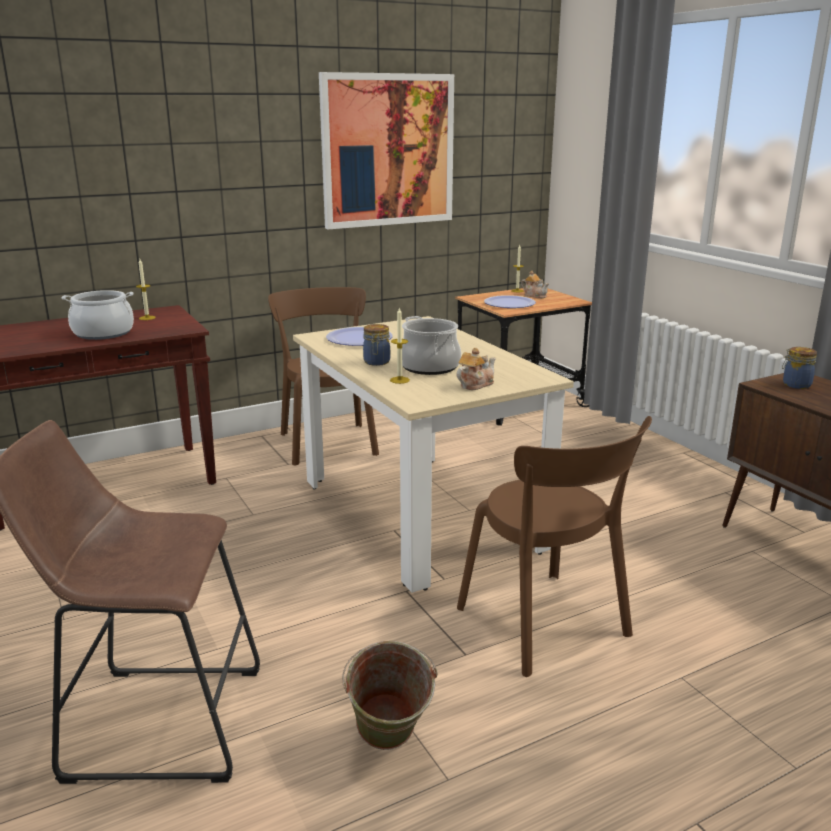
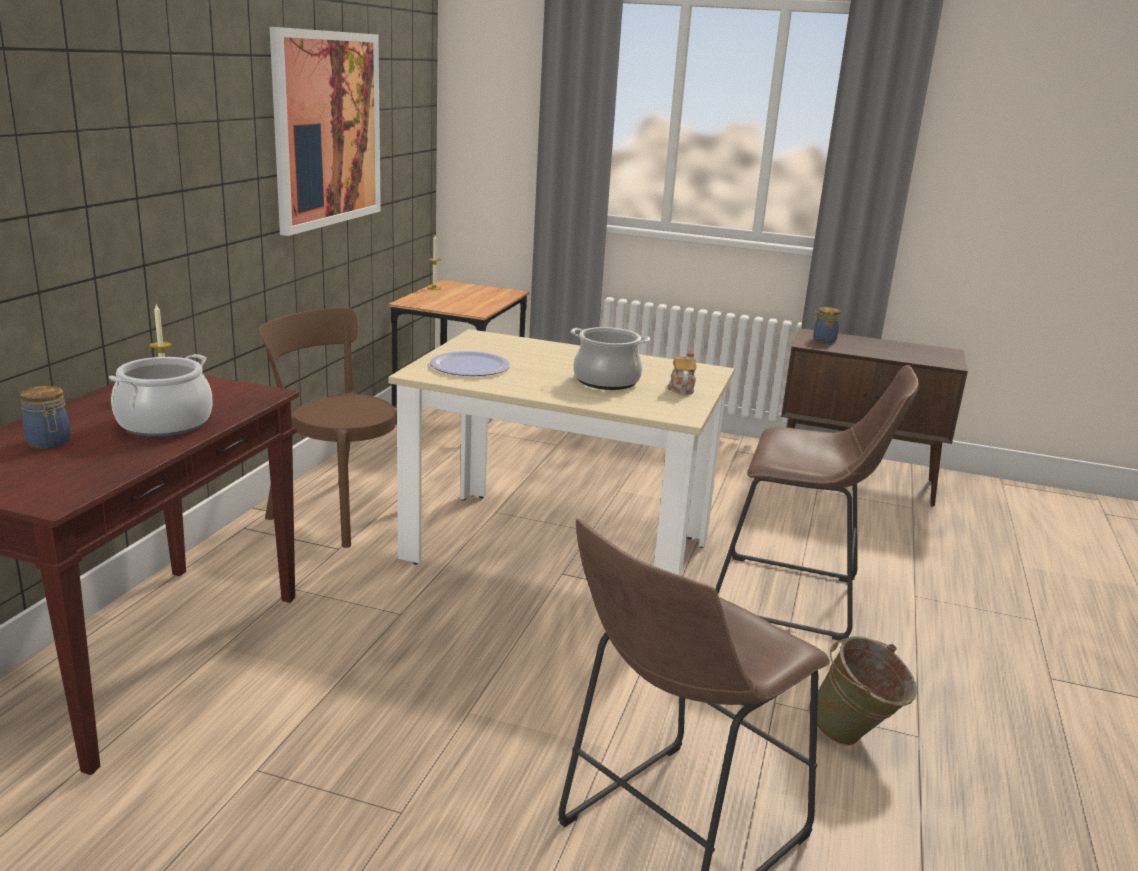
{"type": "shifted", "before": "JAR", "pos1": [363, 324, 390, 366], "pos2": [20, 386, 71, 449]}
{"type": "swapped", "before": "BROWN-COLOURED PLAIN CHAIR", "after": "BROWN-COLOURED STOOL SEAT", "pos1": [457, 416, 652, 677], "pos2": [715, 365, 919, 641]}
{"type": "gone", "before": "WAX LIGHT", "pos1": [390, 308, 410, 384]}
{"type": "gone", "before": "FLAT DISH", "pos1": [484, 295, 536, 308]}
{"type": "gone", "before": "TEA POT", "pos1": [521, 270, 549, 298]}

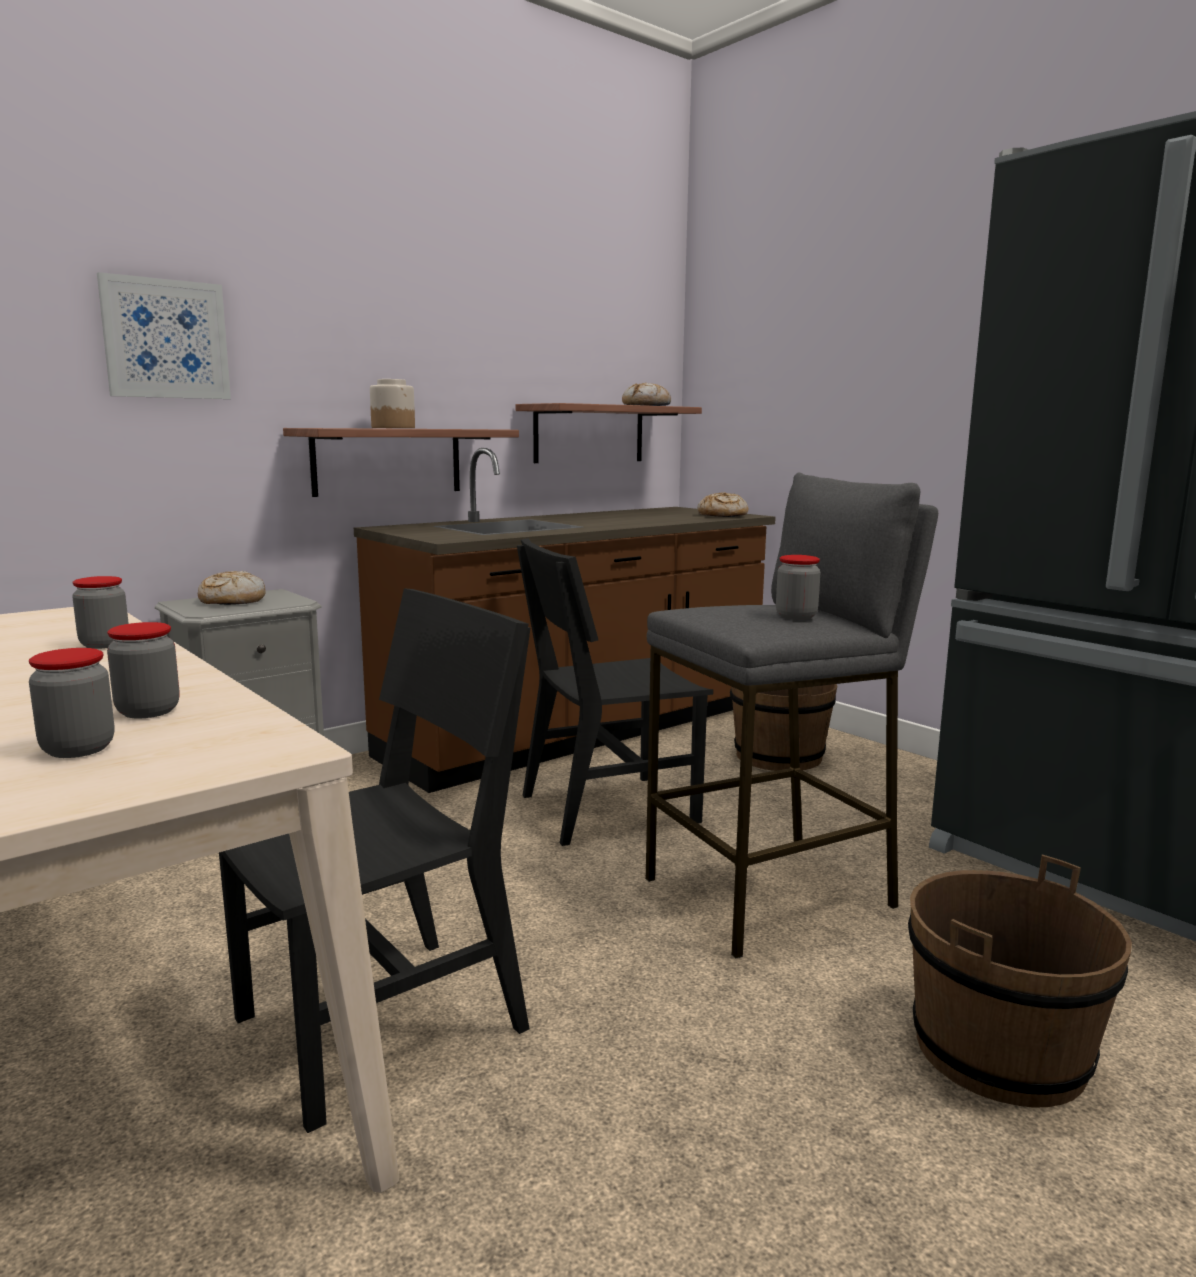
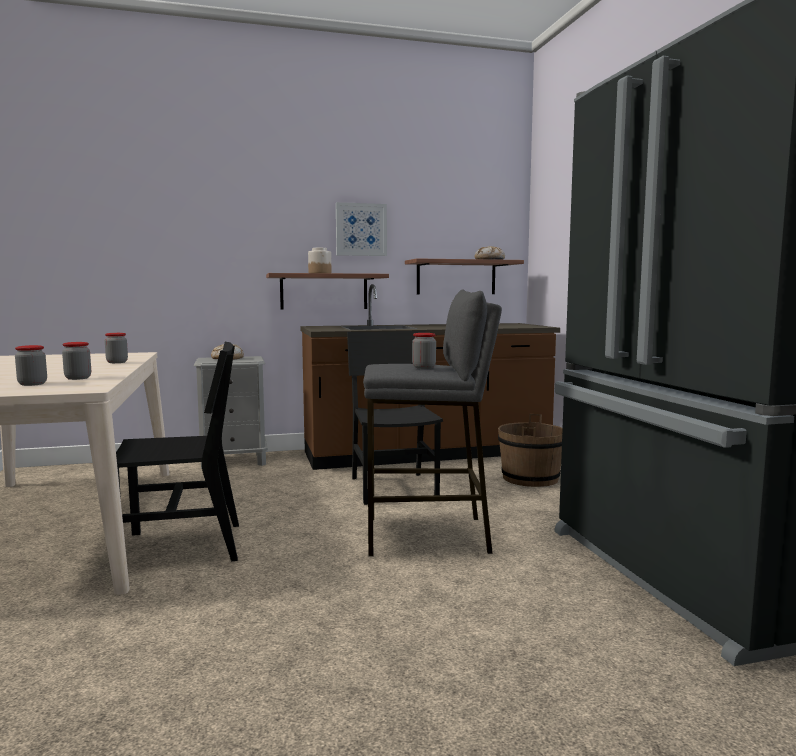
{"type": "shifted", "before": "WALL ART", "pos1": [97, 272, 231, 399], "pos2": [336, 202, 387, 256]}
{"type": "rotated", "before": "BLACKISH PLAIN CHAIR", "pos1": [517, 538, 713, 846], "pos2": [347, 331, 443, 505], "turn": 75}
{"type": "gone", "before": "BAKERY BREAD", "pos1": [697, 492, 748, 517]}
{"type": "gone", "before": "BROWN-COLOURED WATER BUCKET", "pos1": [908, 855, 1132, 1108]}

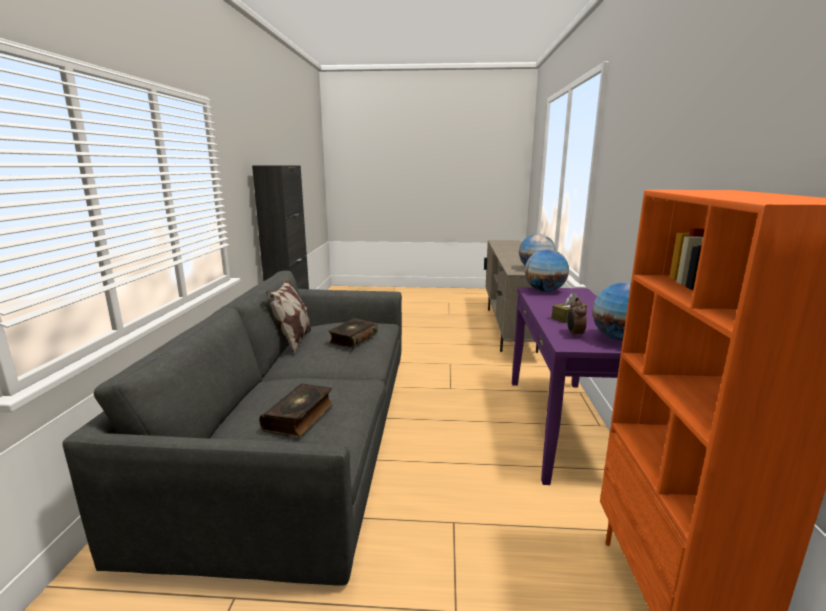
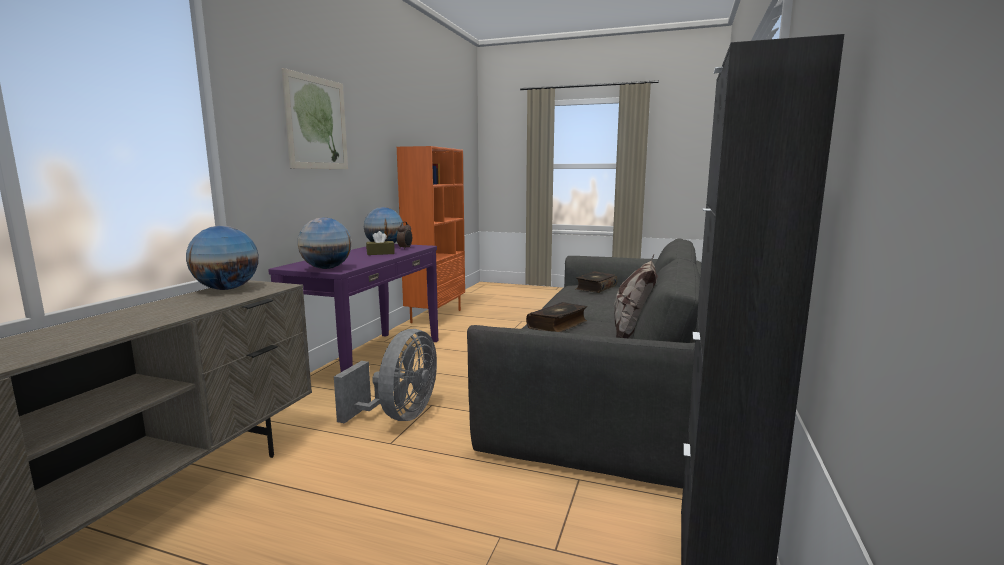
{"type": "new", "after": "WALL ART", "pos2": [281, 68, 348, 169]}
{"type": "new", "after": "GREYISH FAN", "pos2": [334, 329, 437, 424]}

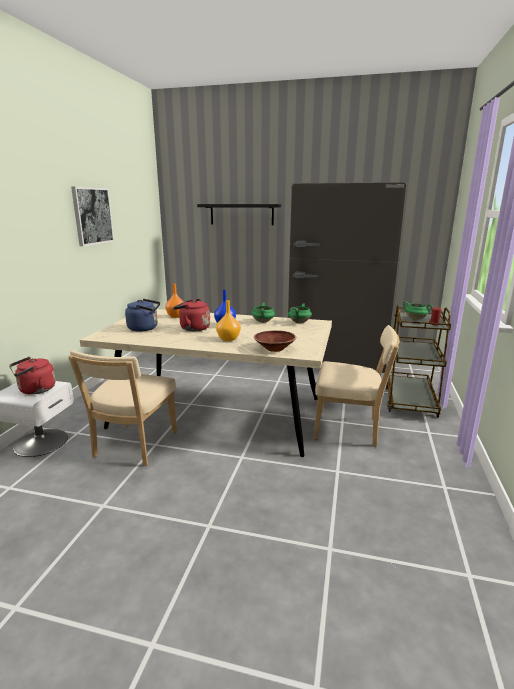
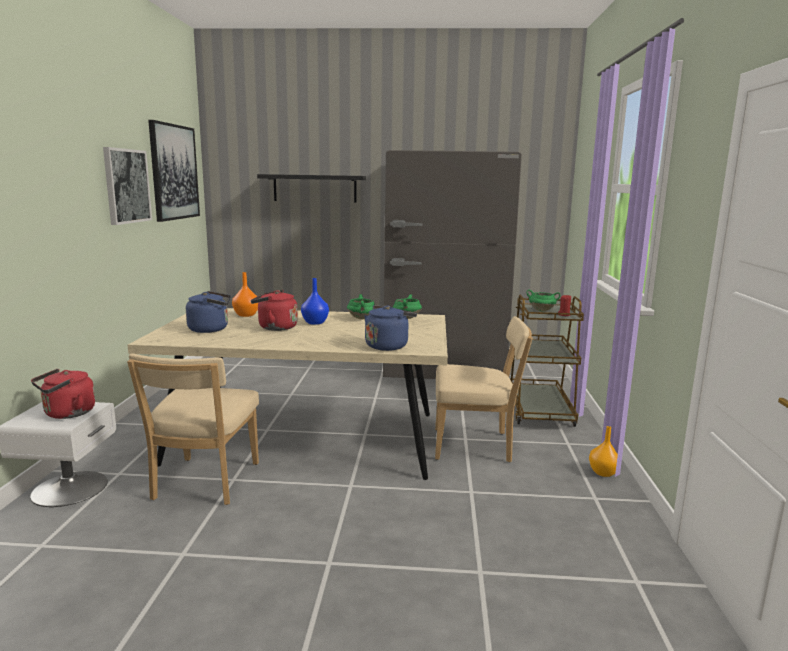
{"type": "new", "after": "WALL ART", "pos2": [148, 120, 200, 222]}
{"type": "swapped", "before": "BROWN-COLOURED BOWL", "after": "BLUE-COLOURED KETTLE", "pos1": [254, 330, 297, 352], "pos2": [364, 305, 417, 351]}
{"type": "shifted", "before": "ORANGE-COLOURED DECORATIVE VASE", "pos1": [216, 300, 241, 341], "pos2": [589, 426, 618, 477]}

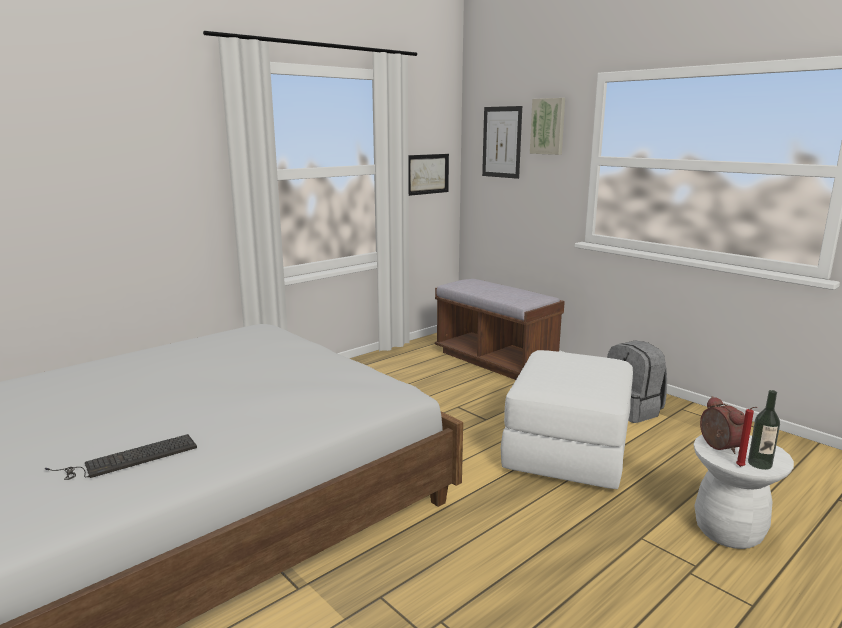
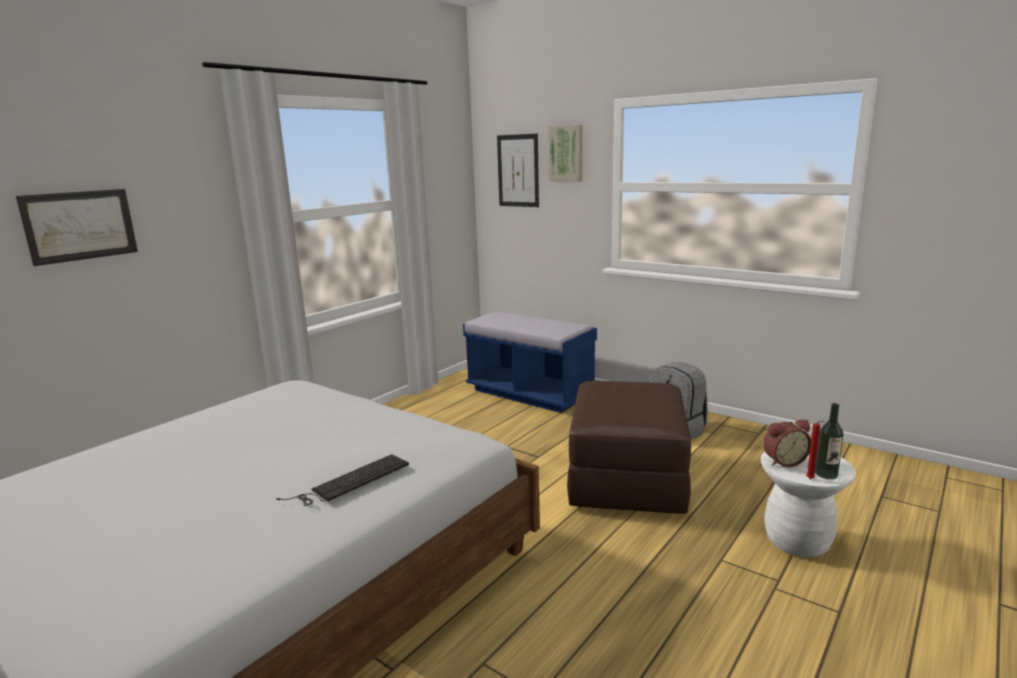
{"type": "shifted", "before": "WALL ART", "pos1": [408, 154, 449, 196], "pos2": [16, 189, 138, 266]}
{"type": "shifted", "before": "PC KEYBOARD", "pos1": [45, 434, 197, 480], "pos2": [276, 454, 409, 506]}
{"type": "repainted", "before": "BROWN-COLOURED LONG SEAT", "after": "BLUE-COLOURED LONG SEAT", "pos1": [435, 279, 565, 380], "pos2": [463, 312, 597, 413]}
{"type": "repainted", "before": "WHITE FOOTREST", "after": "BROWN-COLOURED FOOTREST", "pos1": [501, 350, 633, 489], "pos2": [567, 381, 691, 514]}
{"type": "rotated", "before": "TABLE CLOCK", "pos1": [700, 396, 745, 454], "pos2": [763, 419, 811, 467], "turn": 105}

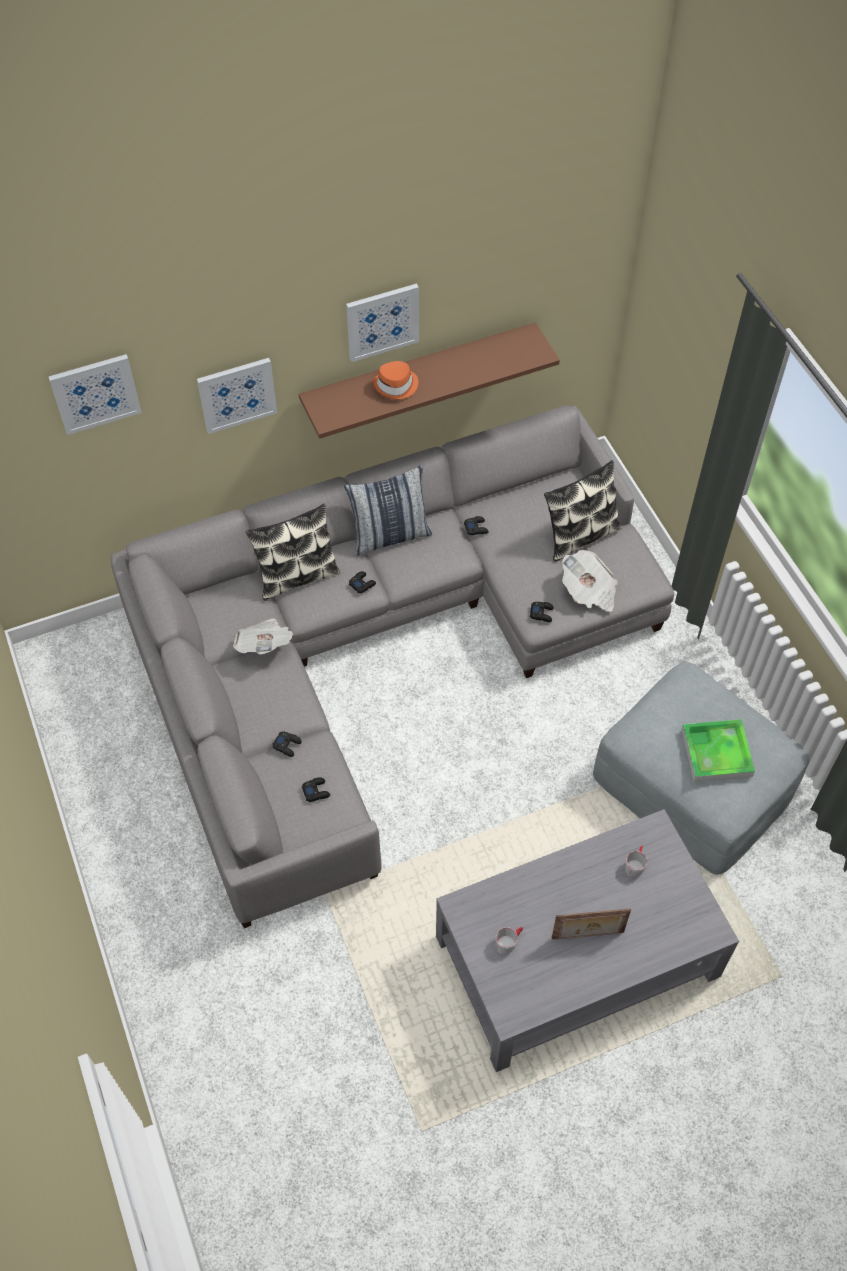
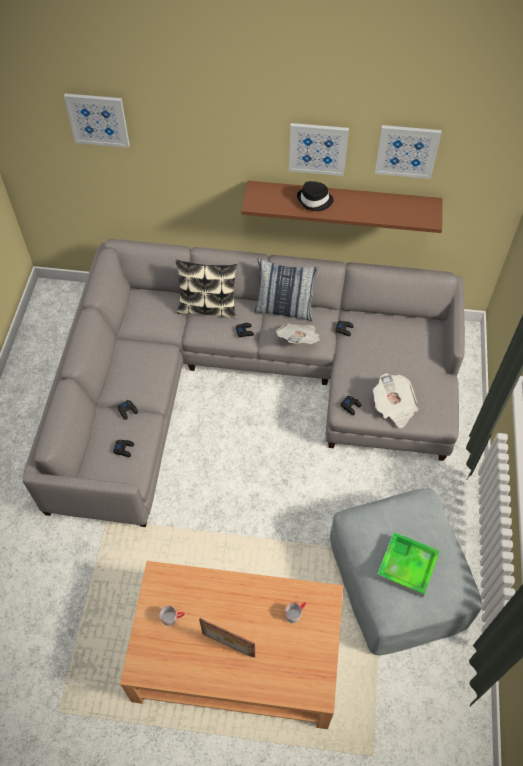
{"type": "repainted", "before": "GREYISH LOW TABLE", "after": "BROWN-COLOURED LOW TABLE", "pos1": [436, 809, 739, 1072], "pos2": [120, 561, 343, 729]}
{"type": "shifted", "before": "DAILY PAPER", "pos1": [233, 618, 294, 655], "pos2": [276, 323, 320, 344]}
{"type": "repainted", "before": "ORANGE-COLOURED WEARABLE HAT", "after": "BLACKISH WEARABLE HAT", "pos1": [372, 361, 418, 400], "pos2": [297, 181, 334, 211]}
{"type": "shifted", "before": "WALL ART", "pos1": [197, 358, 277, 434], "pos2": [375, 125, 441, 179]}
{"type": "gone", "before": "CUSHION", "pos1": [544, 460, 622, 562]}

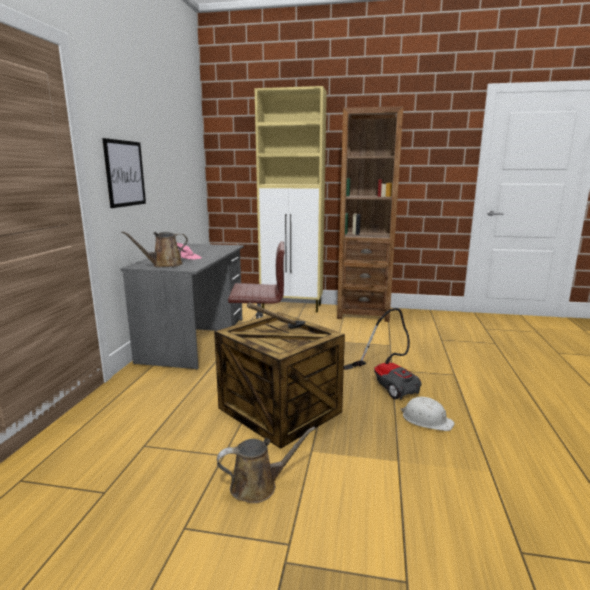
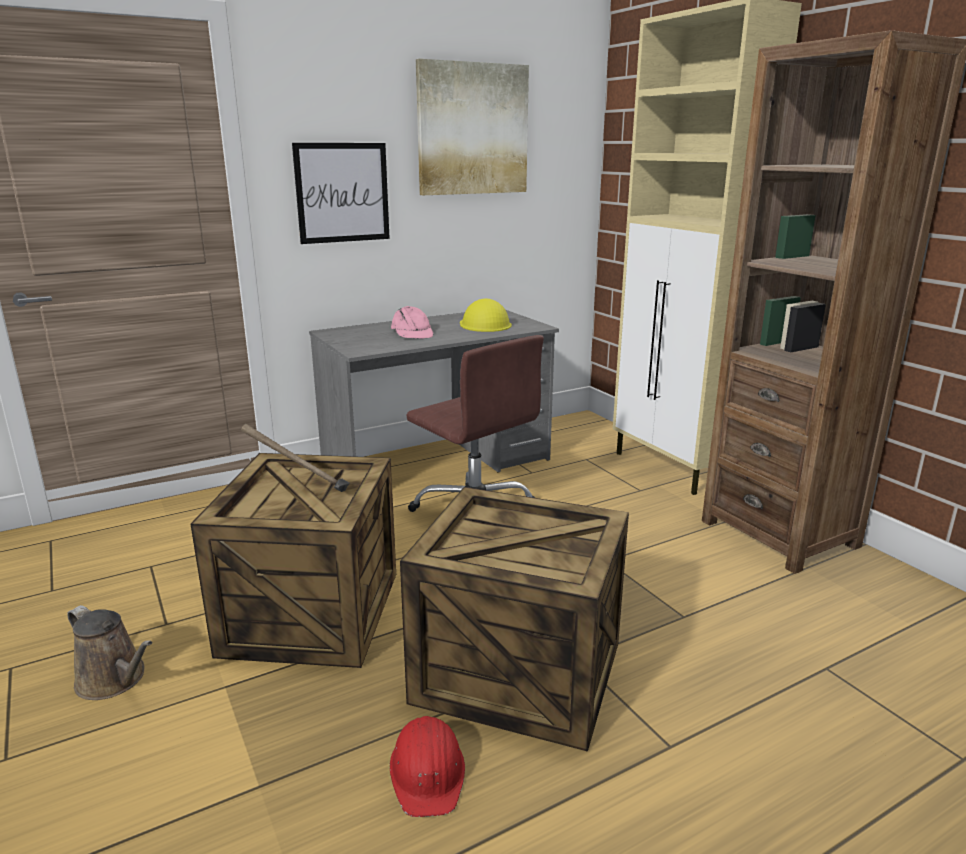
{"type": "repainted", "before": "WHITE WORK HELMET", "after": "RED-COLOURED WORK HELMET", "pos1": [400, 397, 455, 431], "pos2": [390, 716, 465, 817]}
{"type": "swapped", "before": "VACUUM CLEANER", "after": "PACKING CRATE", "pos1": [344, 308, 422, 400], "pos2": [400, 487, 629, 752]}
{"type": "new", "after": "WALL ART", "pos2": [416, 59, 529, 195]}
{"type": "new", "after": "YELLOWISH WORK HELMET", "pos2": [460, 298, 512, 332]}
{"type": "gone", "before": "BROWN-COLOURED WATERING CAN", "pos1": [121, 231, 188, 268]}

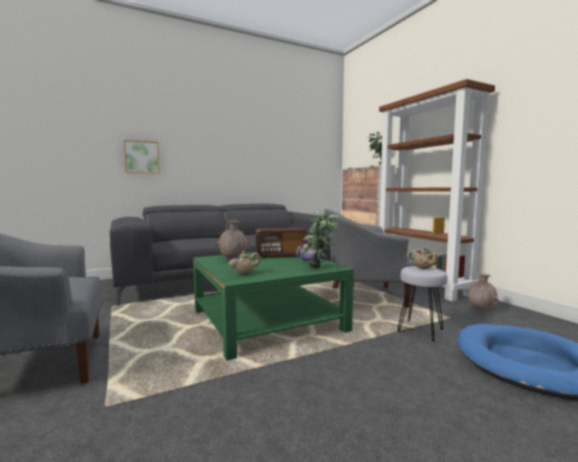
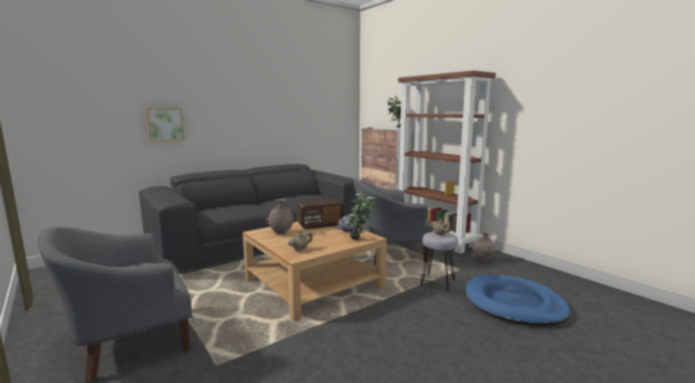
{"type": "repainted", "before": "GREENISH LOW TABLE", "after": "BEIGE-COLOURED LOW TABLE", "pos1": [193, 252, 354, 360], "pos2": [243, 221, 387, 321]}

